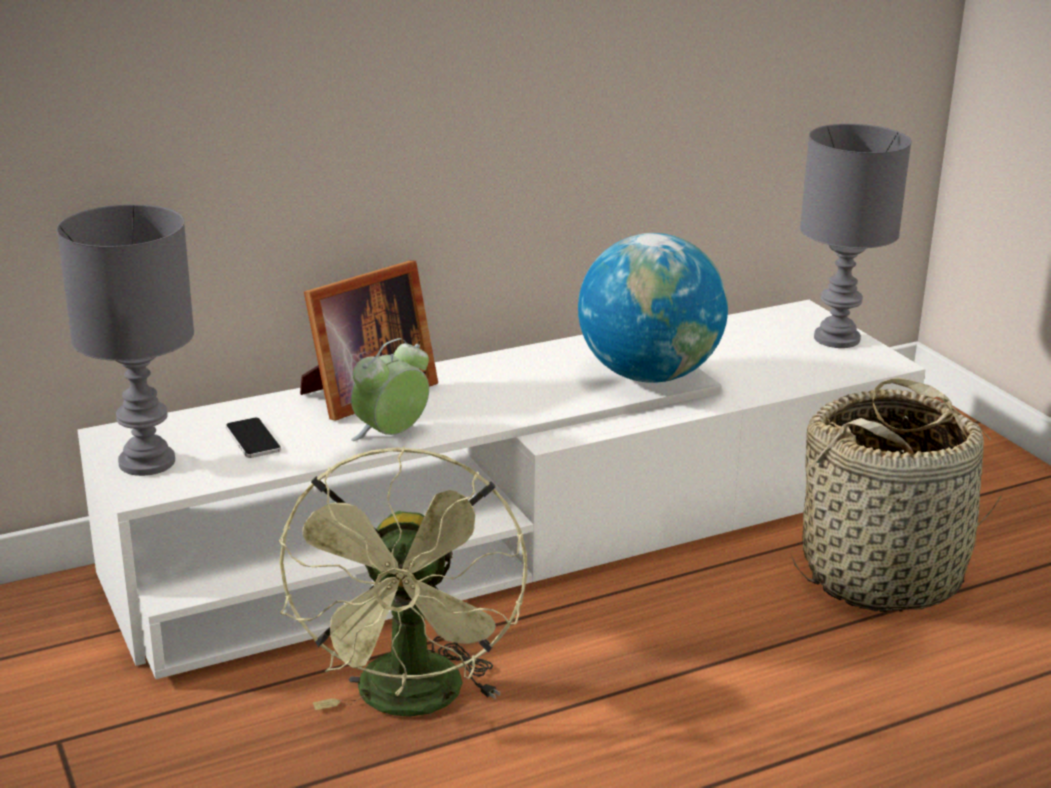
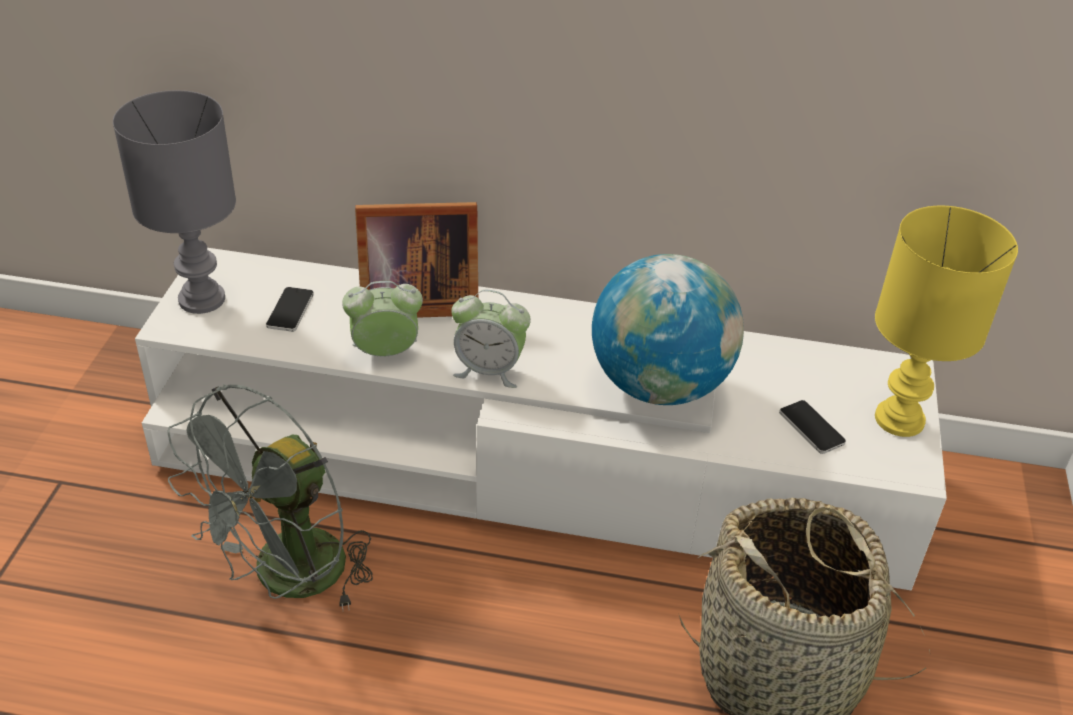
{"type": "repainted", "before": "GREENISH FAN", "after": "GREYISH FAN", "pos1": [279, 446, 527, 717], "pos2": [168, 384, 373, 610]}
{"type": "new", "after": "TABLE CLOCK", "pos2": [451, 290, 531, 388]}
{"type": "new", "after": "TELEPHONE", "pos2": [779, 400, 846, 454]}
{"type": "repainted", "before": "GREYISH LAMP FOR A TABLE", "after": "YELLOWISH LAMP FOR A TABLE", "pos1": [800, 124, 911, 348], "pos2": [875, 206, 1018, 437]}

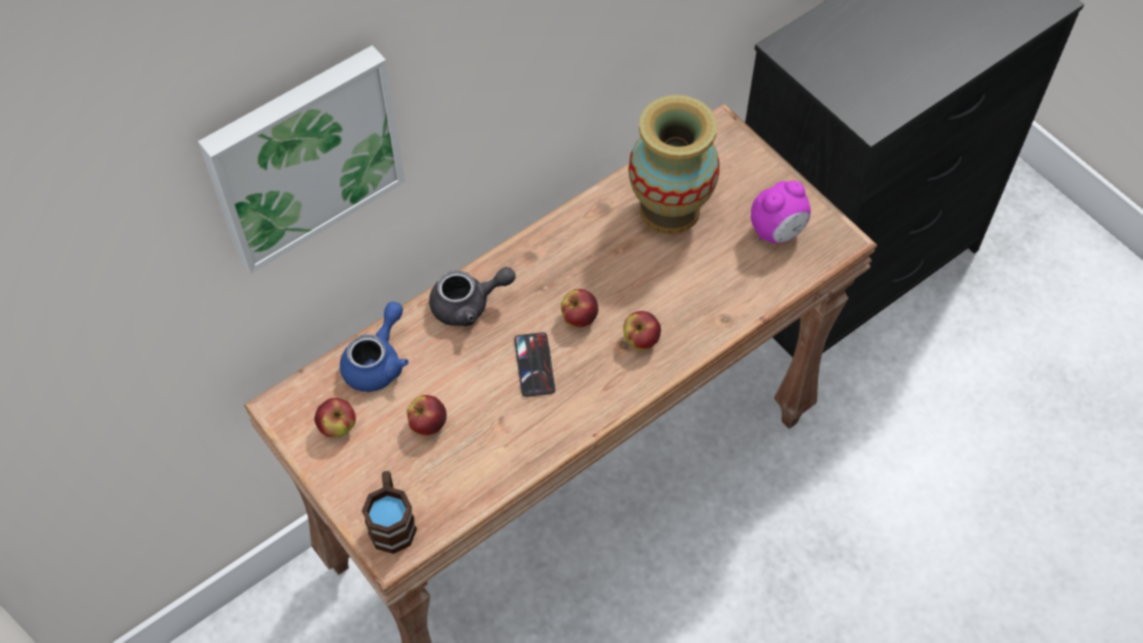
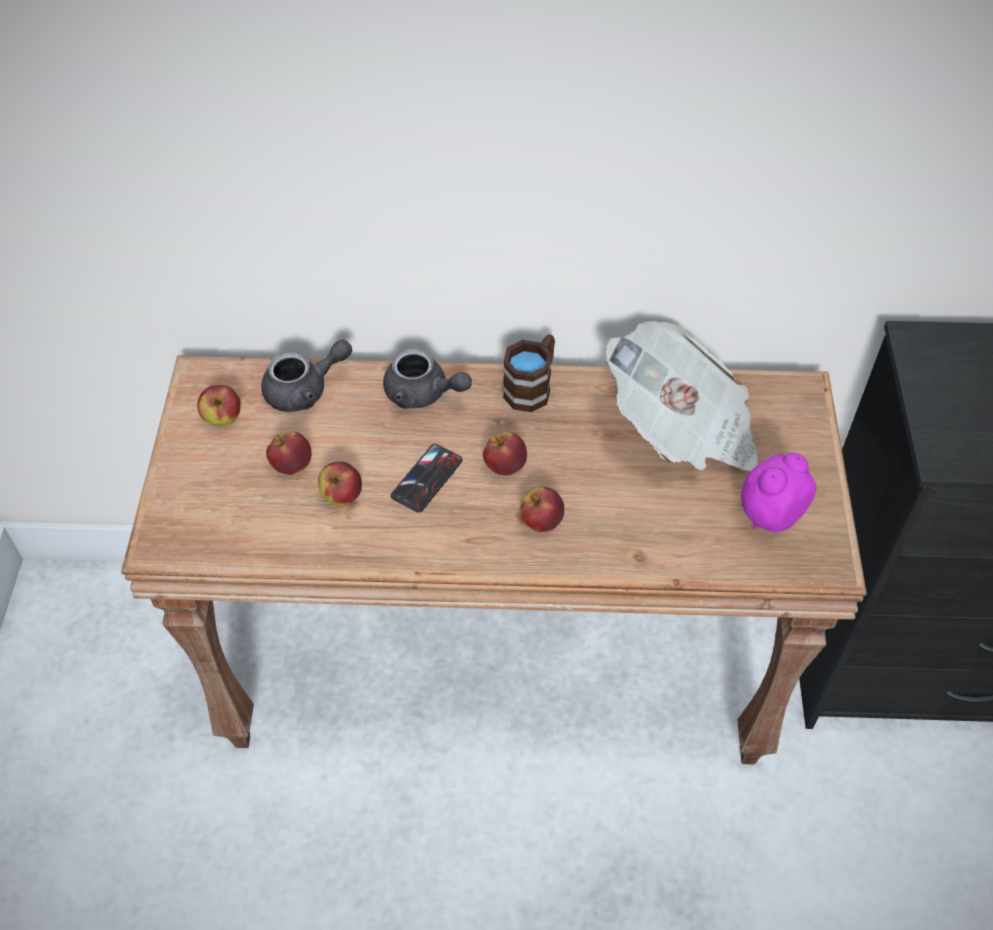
{"type": "repainted", "before": "BLUE-COLOURED TEA POT", "after": "GREYISH TEA POT", "pos1": [340, 302, 409, 392], "pos2": [261, 340, 352, 412]}
{"type": "new", "after": "WHOLE APPLE", "pos2": [318, 462, 362, 507]}
{"type": "shifted", "before": "BROWN-COLOURED COFFEE MUG", "pos1": [362, 471, 417, 554], "pos2": [503, 334, 555, 412]}
{"type": "swapped", "before": "DECORATIVE VASE", "after": "DAILY PAPER", "pos1": [629, 95, 720, 234], "pos2": [606, 321, 758, 471]}
{"type": "rotated", "before": "TABLE CLOCK", "pos1": [751, 181, 811, 244], "pos2": [741, 453, 817, 532], "turn": 135}
{"type": "gone", "before": "WALL ART", "pos1": [198, 45, 406, 274]}

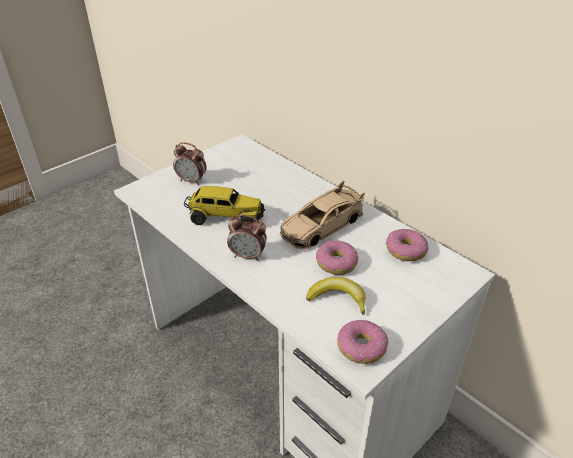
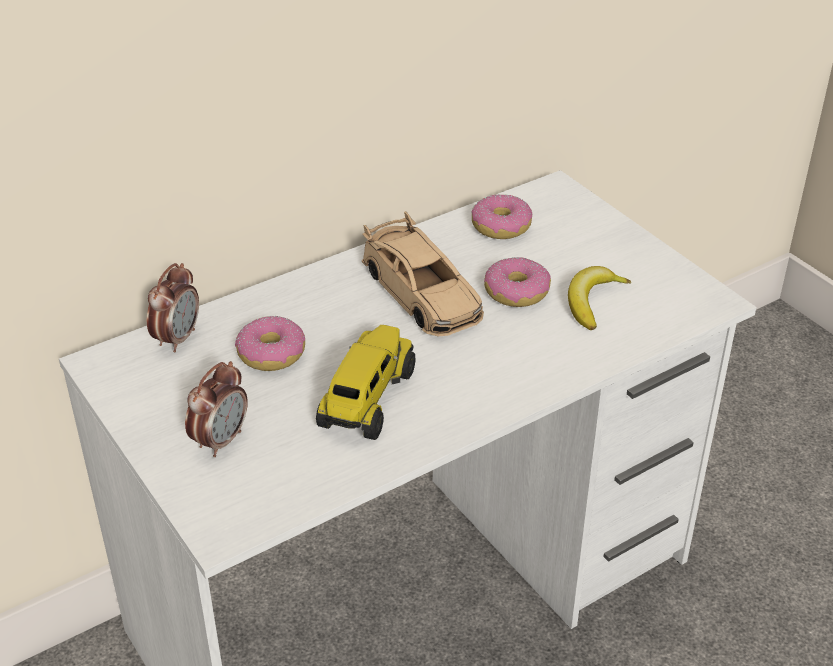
{"type": "shifted", "before": "TABLE CLOCK", "pos1": [227, 215, 267, 261], "pos2": [147, 263, 199, 352]}
{"type": "shifted", "before": "DONUT", "pos1": [337, 320, 388, 364], "pos2": [235, 316, 305, 371]}

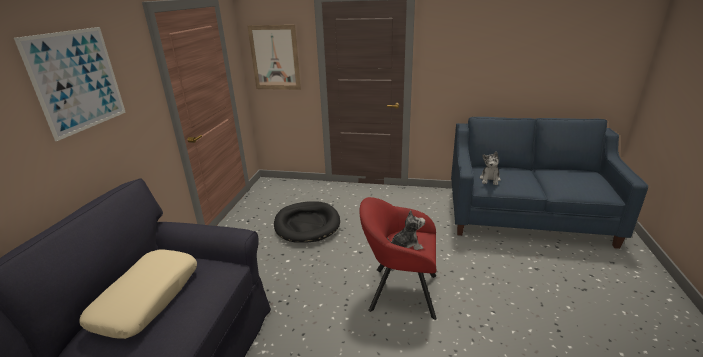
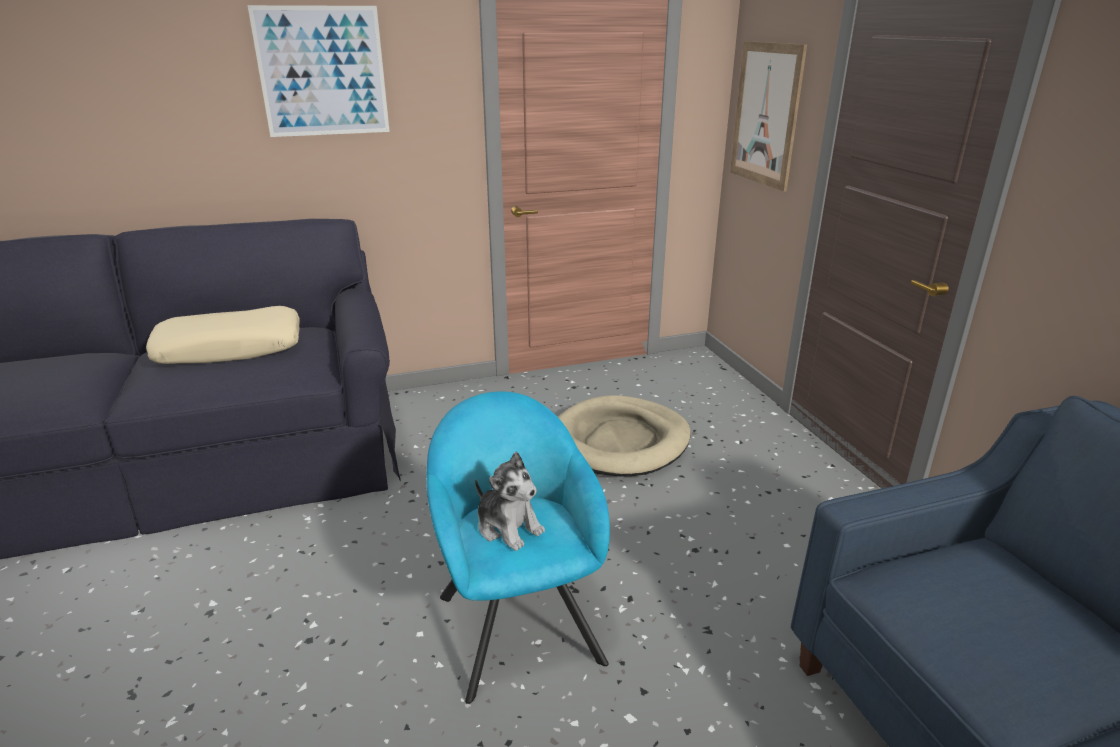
{"type": "repainted", "before": "RED-COLOURED ARMCHAIR", "after": "TURQUOISE ARMCHAIR", "pos1": [360, 197, 437, 320], "pos2": [426, 391, 610, 704]}
{"type": "repainted", "before": "BLACKISH PET BED", "after": "BEIGE-COLOURED PET BED", "pos1": [274, 201, 340, 243], "pos2": [558, 395, 691, 476]}
{"type": "gone", "before": "SOFT TOY", "pos1": [480, 151, 501, 185]}

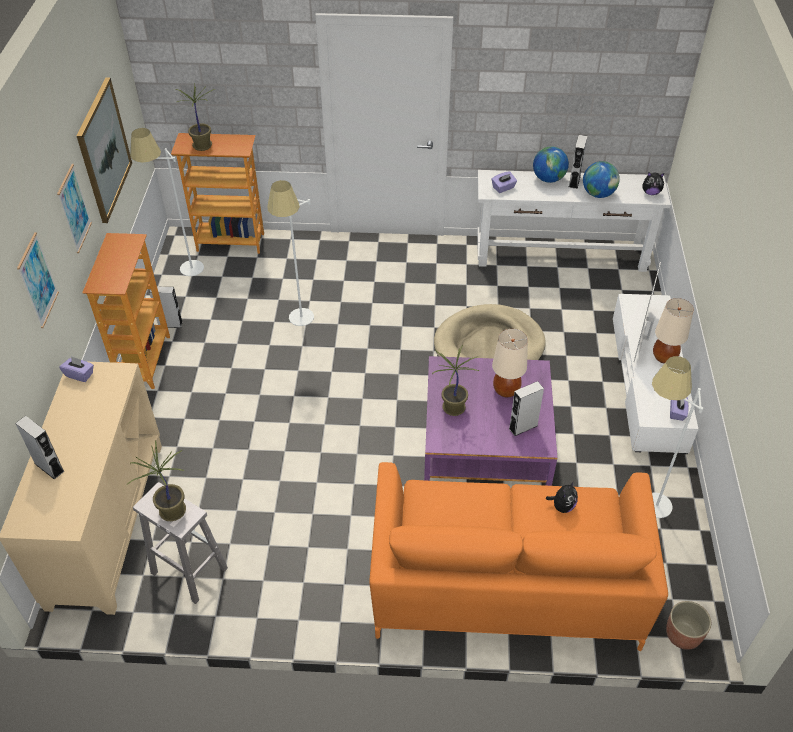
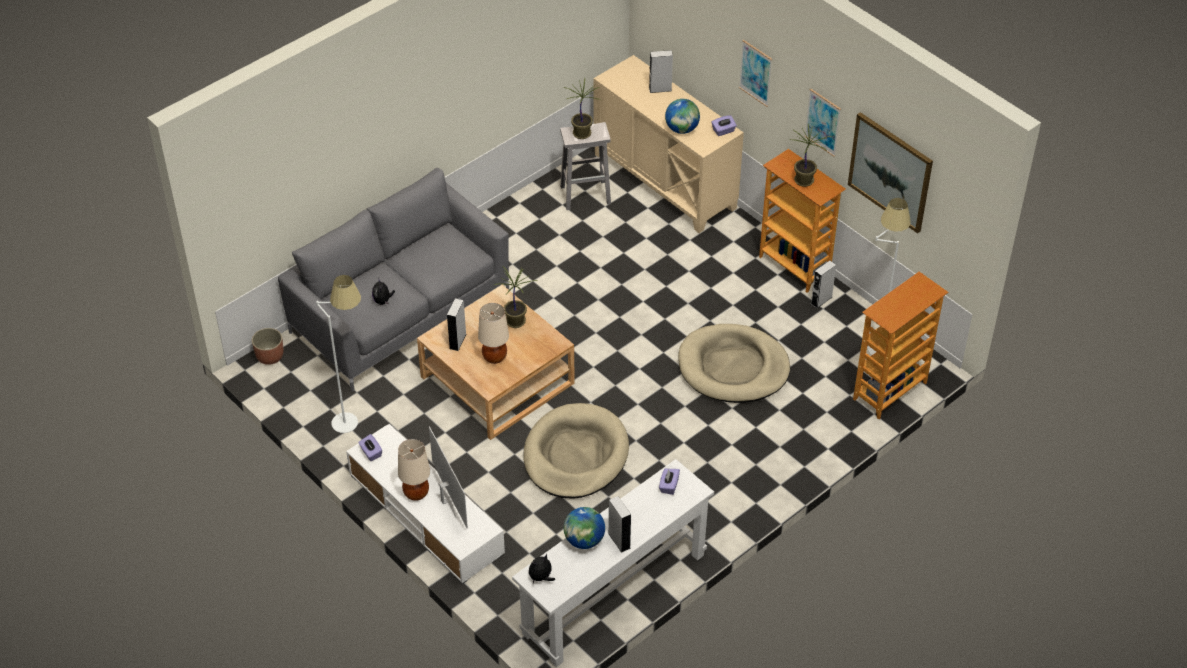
{"type": "repainted", "before": "ORANGE-COLOURED SETTEE", "after": "GREYISH SETTEE", "pos1": [370, 462, 668, 651], "pos2": [278, 168, 509, 392]}
{"type": "repainted", "before": "PURPLE LOW TABLE", "after": "BEIGE-COLOURED LOW TABLE", "pos1": [424, 356, 557, 486], "pos2": [417, 285, 575, 440]}
{"type": "shifted", "before": "DESK GLOBE", "pos1": [533, 146, 569, 183], "pos2": [665, 99, 700, 134]}
{"type": "swapped", "before": "WHITE FLOOR LAMP", "after": "BEIGE-COLOURED PET BED", "pos1": [267, 180, 314, 326], "pos2": [678, 324, 790, 403]}
{"type": "shifted", "before": "PLANT IN A POT", "pos1": [175, 84, 215, 151], "pos2": [790, 124, 832, 187]}

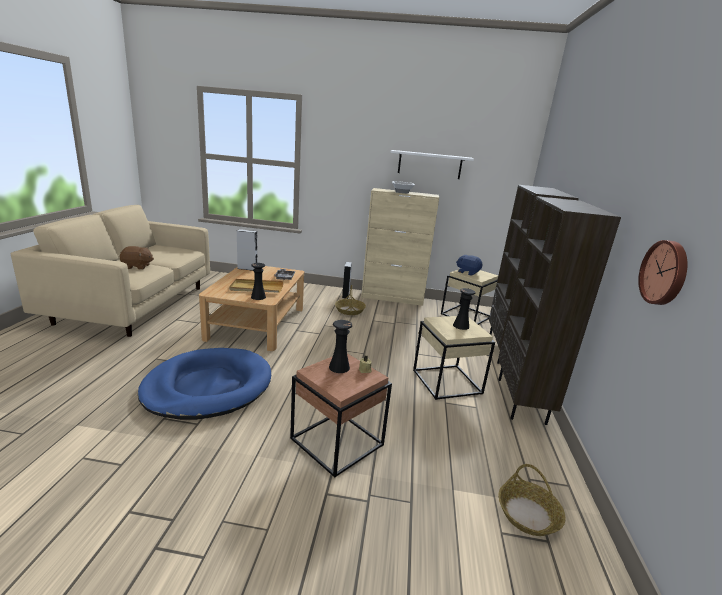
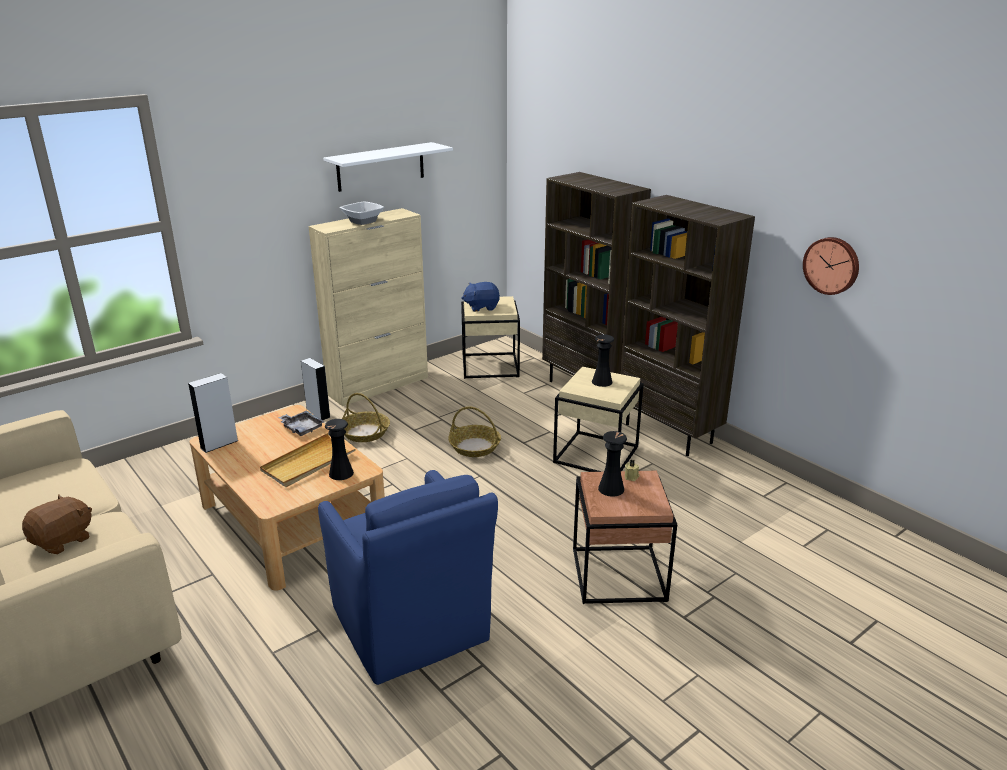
{"type": "swapped", "before": "BLUE-COLOURED PET BED", "after": "BLUE-COLOURED ARMCHAIR", "pos1": [138, 348, 271, 420], "pos2": [318, 470, 498, 685]}
{"type": "shifted", "before": "STORAGE BASKET", "pos1": [498, 464, 566, 536], "pos2": [448, 406, 501, 457]}

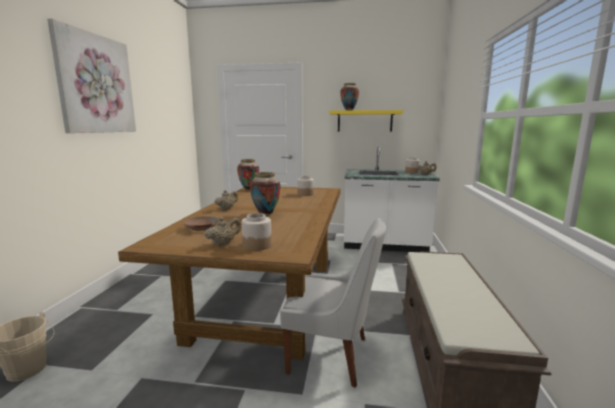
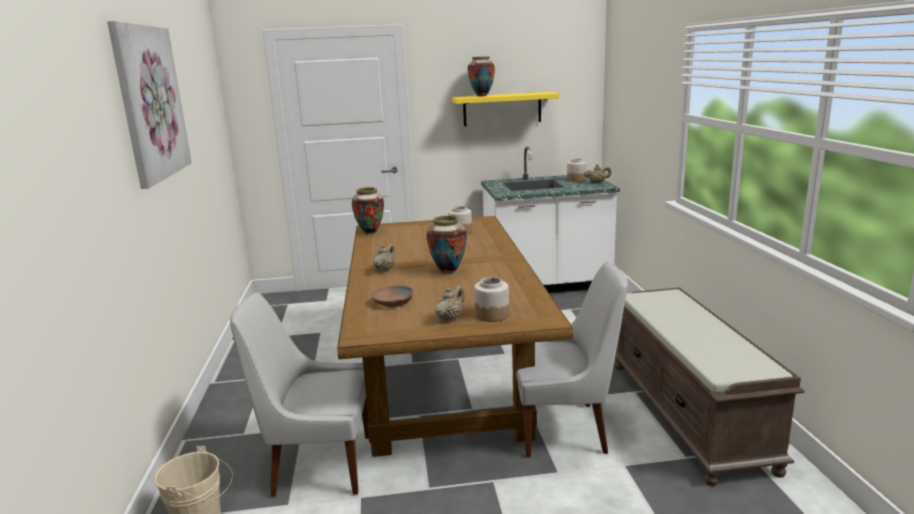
{"type": "new", "after": "WHITE PLAIN CHAIR", "pos2": [230, 292, 369, 497]}

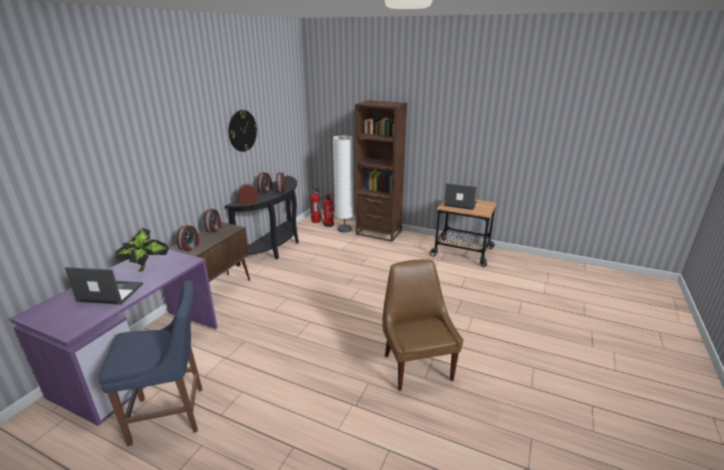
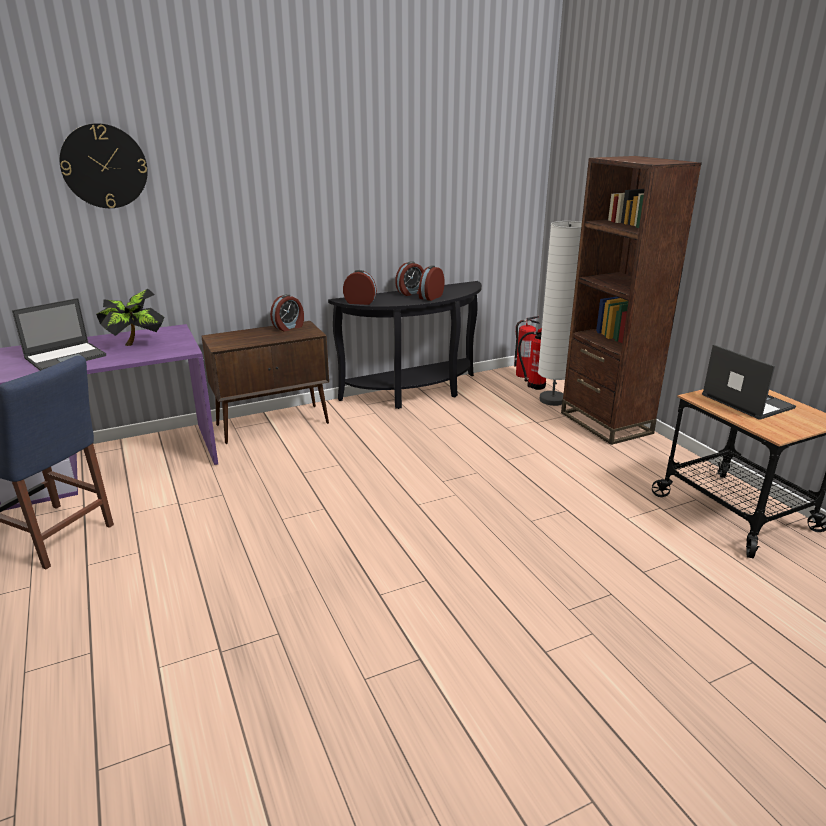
{"type": "rotated", "before": "NOTEBOOK COMPUTER", "pos1": [65, 267, 143, 305], "pos2": [12, 298, 106, 371], "turn": 90}
{"type": "shifted", "before": "HANGING CLOCK", "pos1": [229, 110, 258, 152], "pos2": [60, 123, 148, 208]}
{"type": "gone", "before": "TABLE CLOCK", "pos1": [176, 225, 199, 251]}
{"type": "gone", "before": "BROWN-COLOURED PLAIN CHAIR", "pos1": [382, 259, 463, 391]}

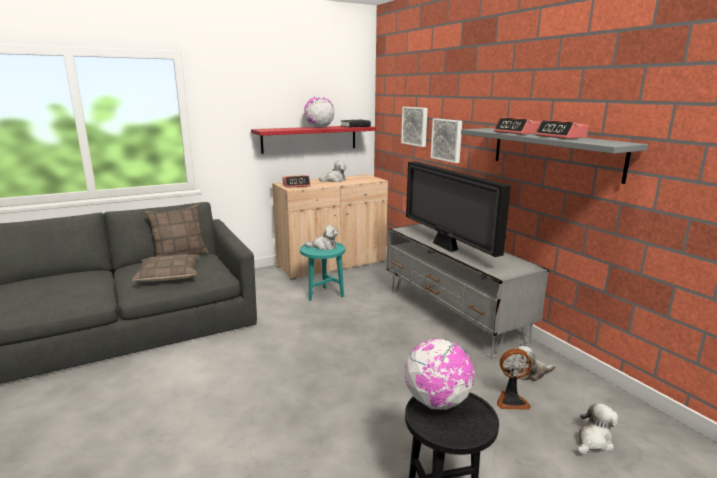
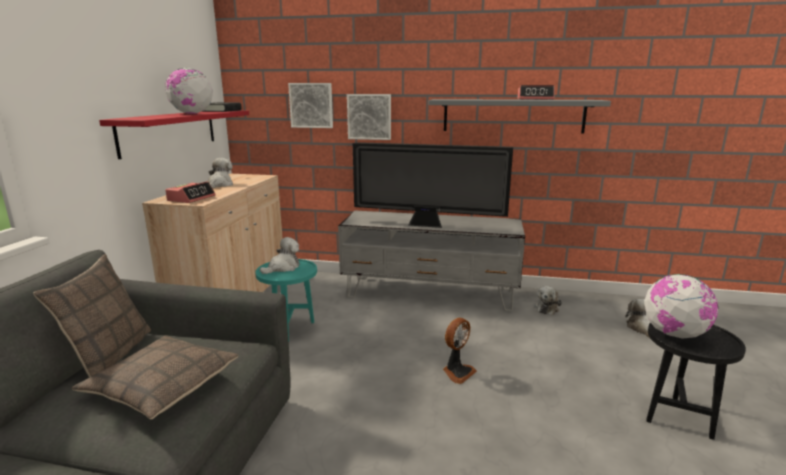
{"type": "shifted", "before": "FAN", "pos1": [497, 349, 532, 410], "pos2": [443, 318, 477, 384]}
{"type": "gone", "before": "TABLE CLOCK", "pos1": [494, 117, 541, 135]}

